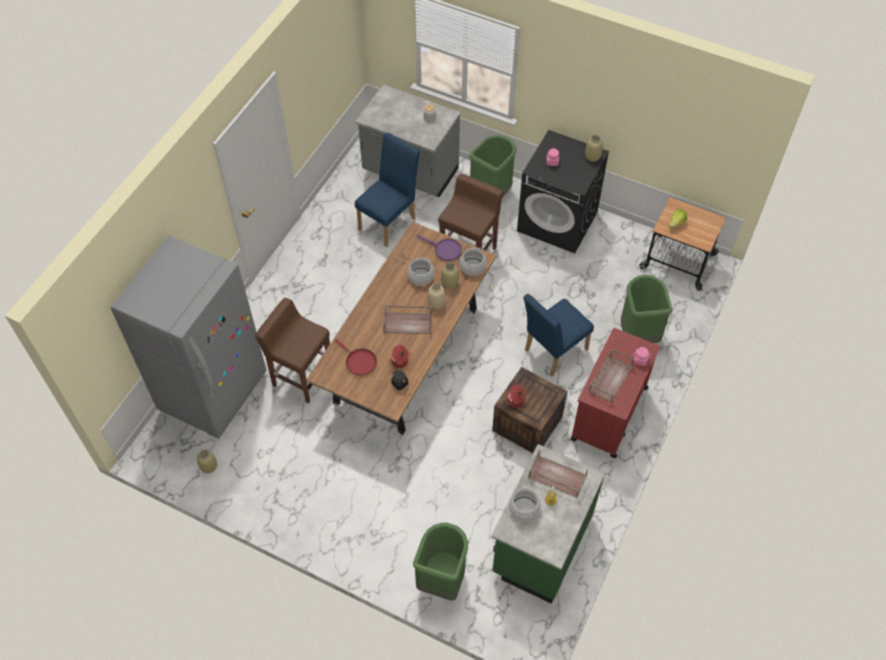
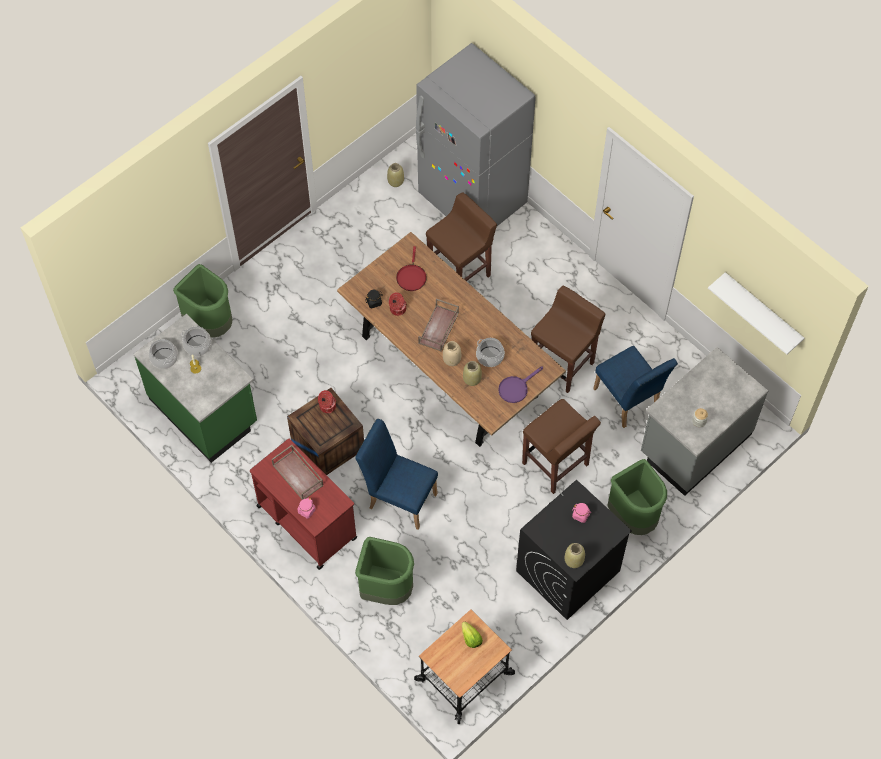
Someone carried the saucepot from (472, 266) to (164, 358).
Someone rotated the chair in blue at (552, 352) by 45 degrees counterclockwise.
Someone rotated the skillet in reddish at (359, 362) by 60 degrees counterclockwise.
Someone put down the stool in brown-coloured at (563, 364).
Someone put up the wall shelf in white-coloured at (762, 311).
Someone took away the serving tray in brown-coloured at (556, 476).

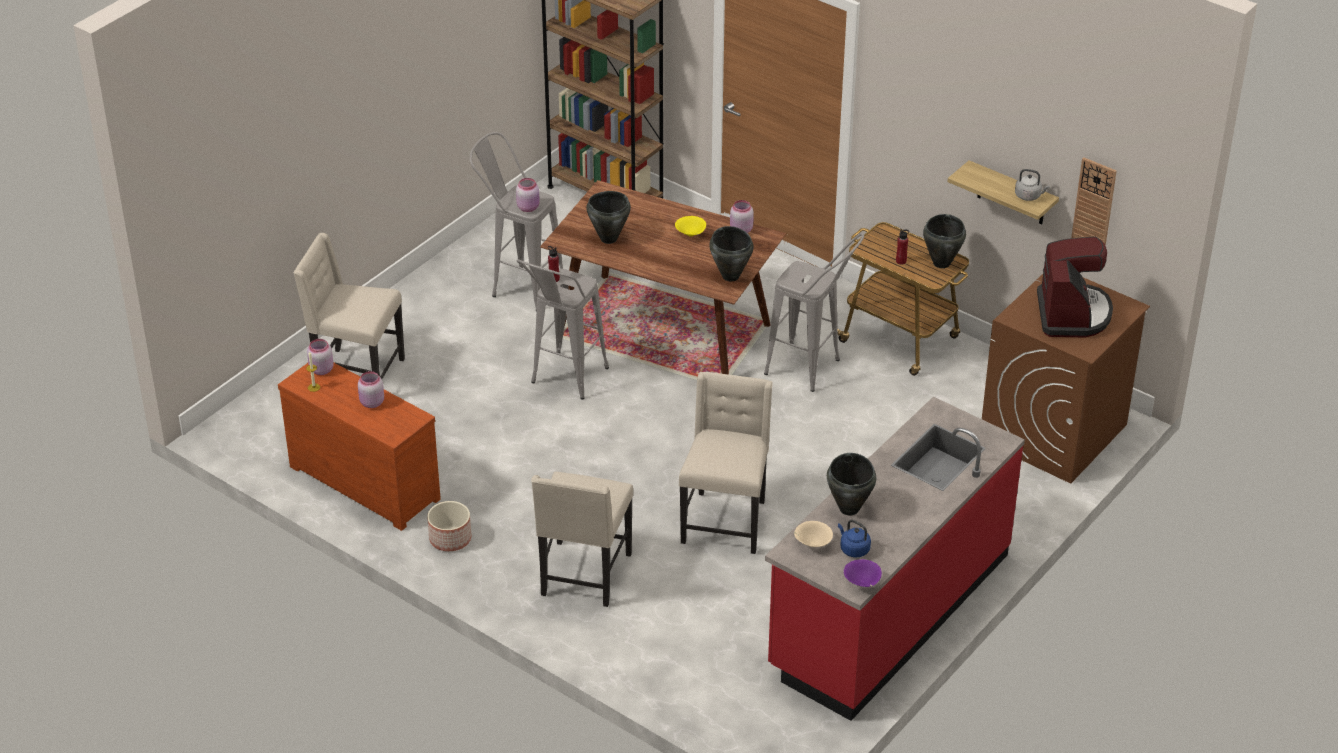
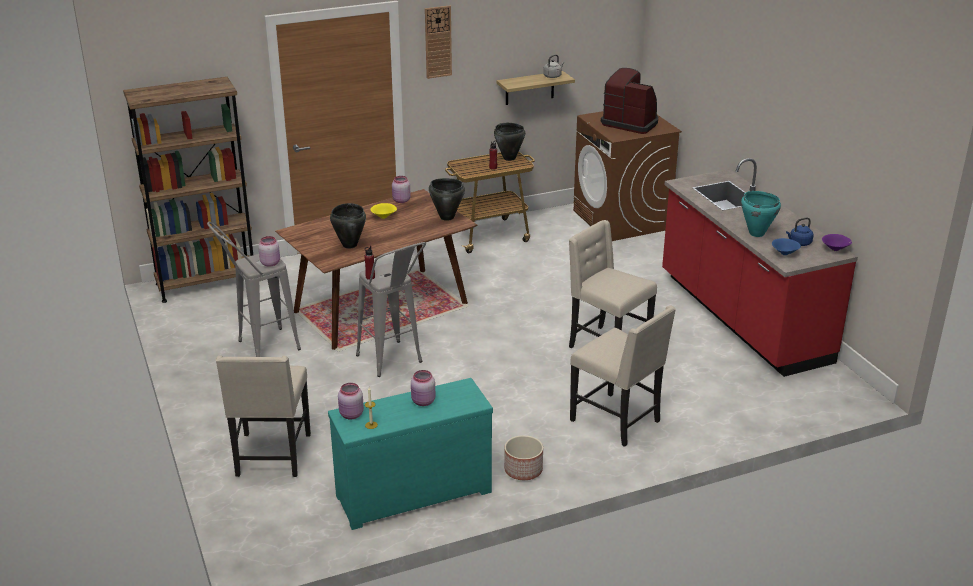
Someone rotated the chair in beige at (356, 374) by 45 degrees counterclockwise.
Someone repainted the drawer chest in brown-coloured at (367, 480), which became the drawer chest in turquoise-coloured at (412, 491).
Someone carried the wall clock from (1094, 204) to (438, 42).
Someone repainted the saucepot in black-coloured at (849, 508), which became the saucepot in turquoise-coloured at (756, 233).
Someone repainted the bowl in beige at (812, 543), which became the bowl in blue at (784, 254).
Someone took away the stool in grey at (812, 371).

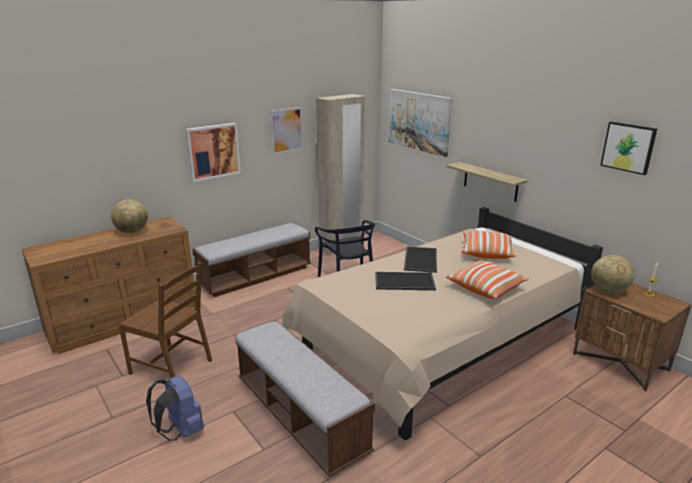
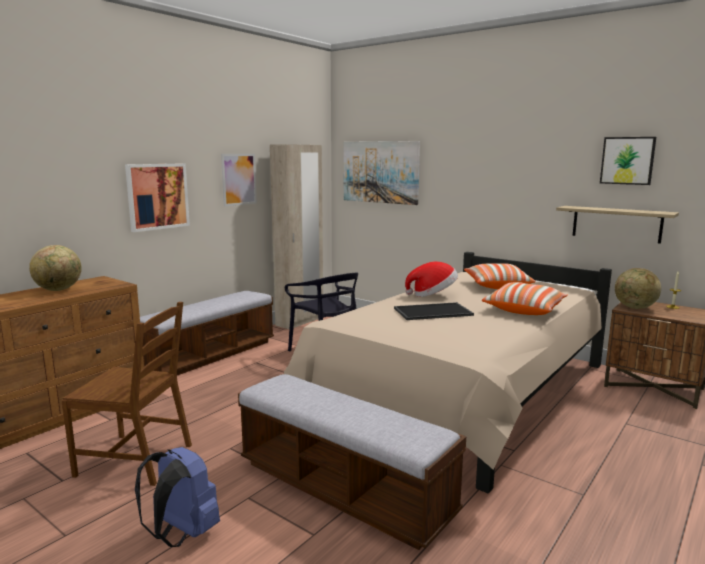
Someone swapped the serving tray at (419, 259) for the wearable hat at (432, 295).
Someone carried the wall shelf from (490, 182) to (616, 224).

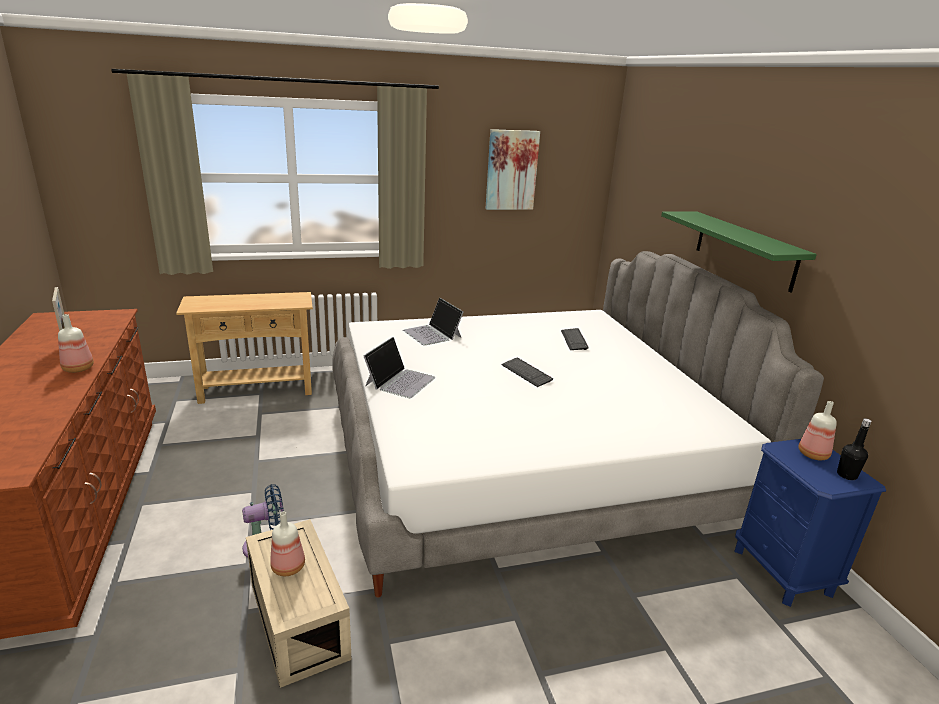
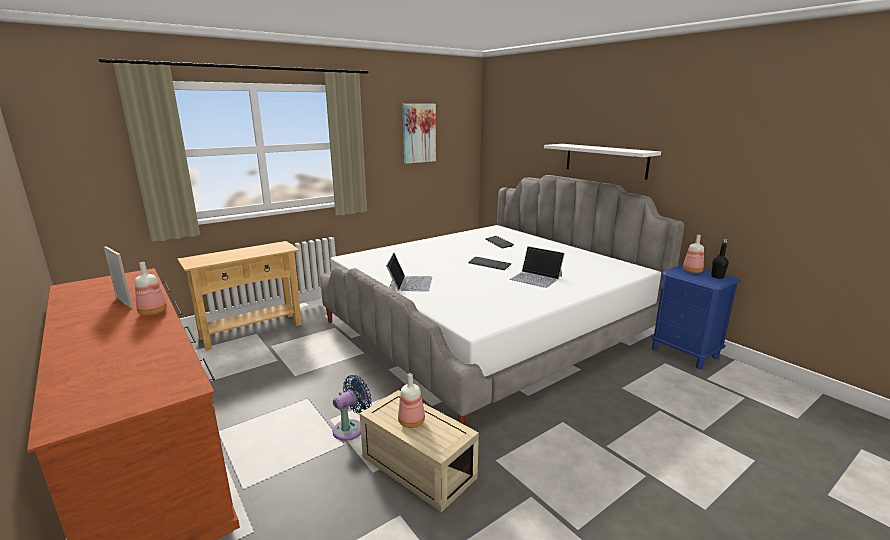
Someone carried the notebook computer from (432, 334) to (536, 278).
Someone repainted the wall shelf in greenish at (744, 249), which became the wall shelf in white-coloured at (605, 160).

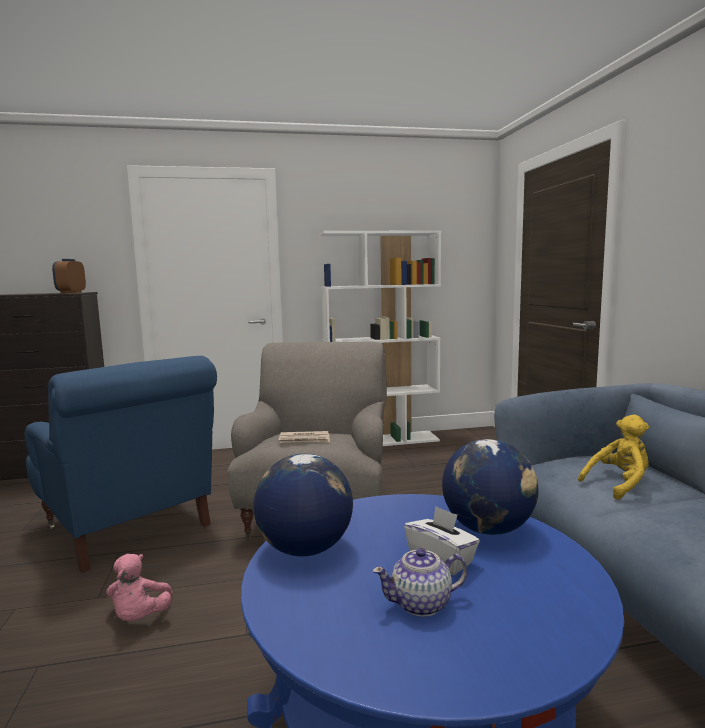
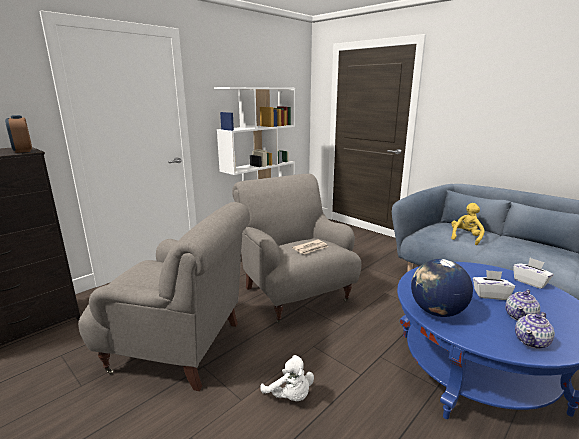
Someone repainted the armchair in blue at (129, 527), which became the armchair in grey at (180, 347).
Someone repainted the soft toy in pink at (140, 617), which became the soft toy in white-coloured at (290, 396).
Someone put down the tissue box in white-coloured at (530, 282).
Someone put down the pot for tea at (532, 341).
Someone took away the globe at (488, 529).

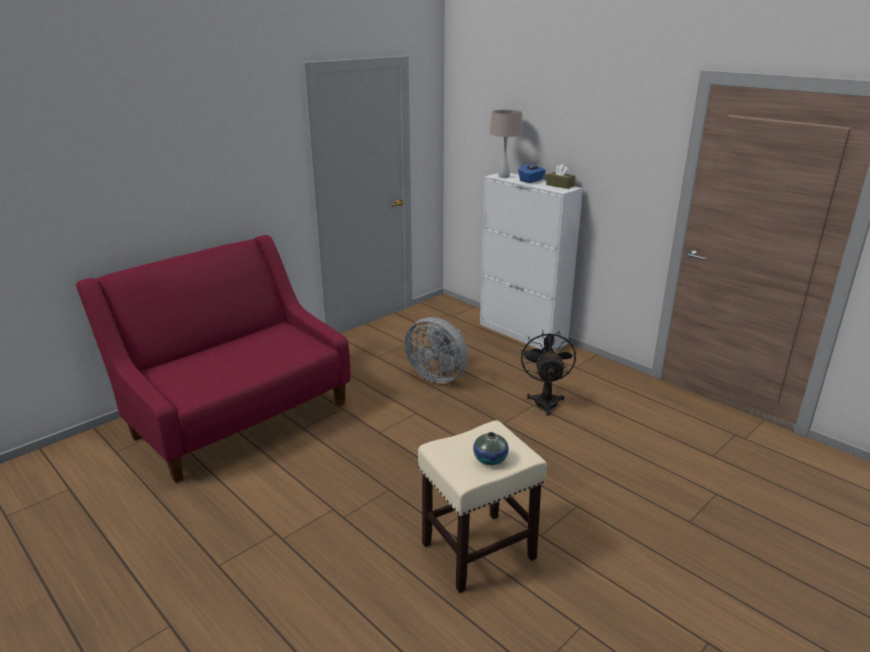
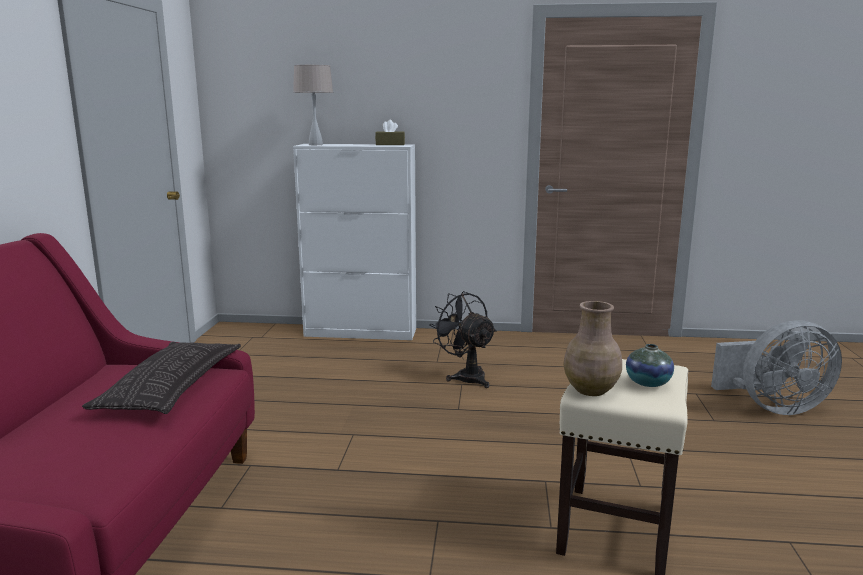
Someone put down the cushion at (171, 387).
Someone put down the decorative vase in brown-coloured at (591, 390).
Someone carried the electric fan in grey from (438, 376) to (773, 407).
Someone took away the tissue box in blue at (531, 180).

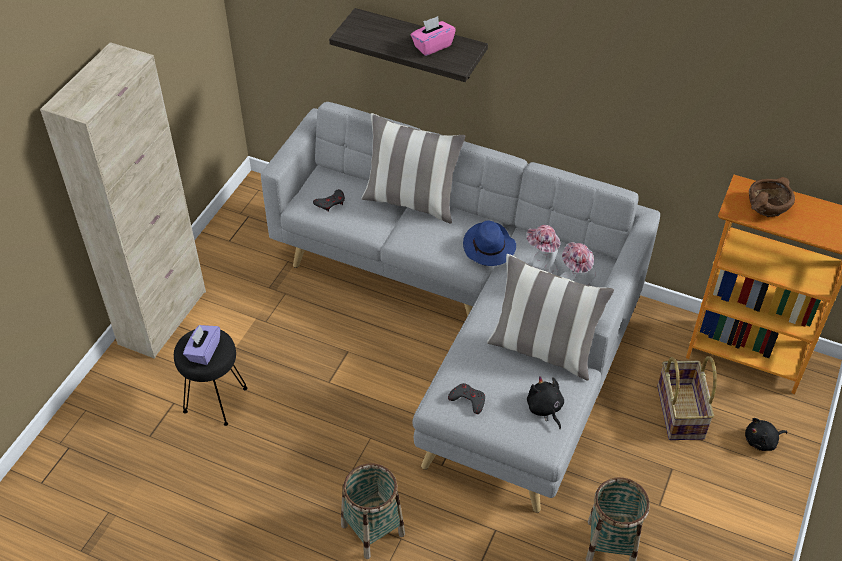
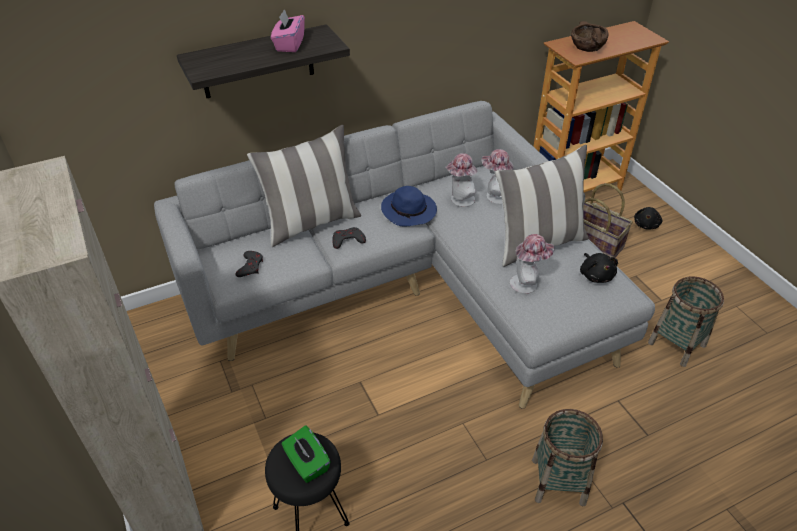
Someone repainted the tissue box in purplish at (204, 351), which became the tissue box in greenish at (307, 463).
Someone carried the gamepad in grey from (468, 400) to (348, 240).
Someone put down the wearable hat at (527, 283).
Someone rotated the soft toy in black-coloured at (545, 409) by 120 degrees counterclockwise.

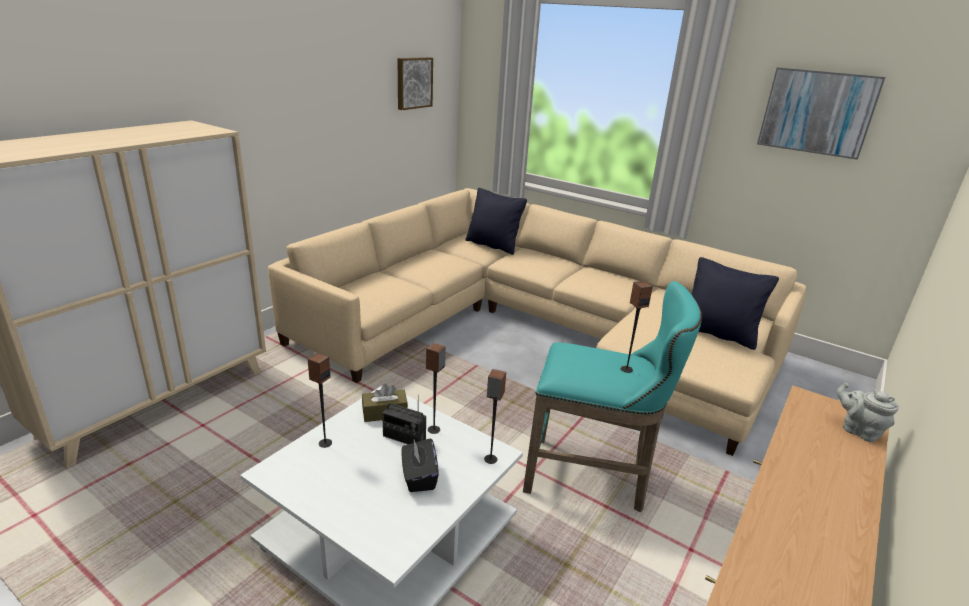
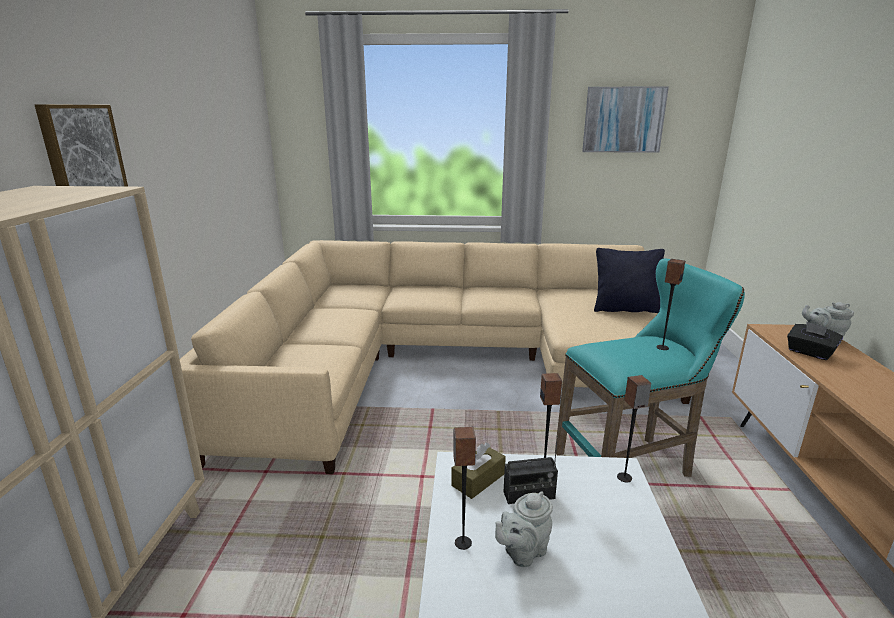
Someone carried the picture from (413, 83) to (81, 151).
Someone put down the pot for tea in grey at (522, 552).
Someone carried the tissue box in black-coloured from (419, 477) to (809, 353).
Someone took away the cushion in black-coloured at (493, 245).

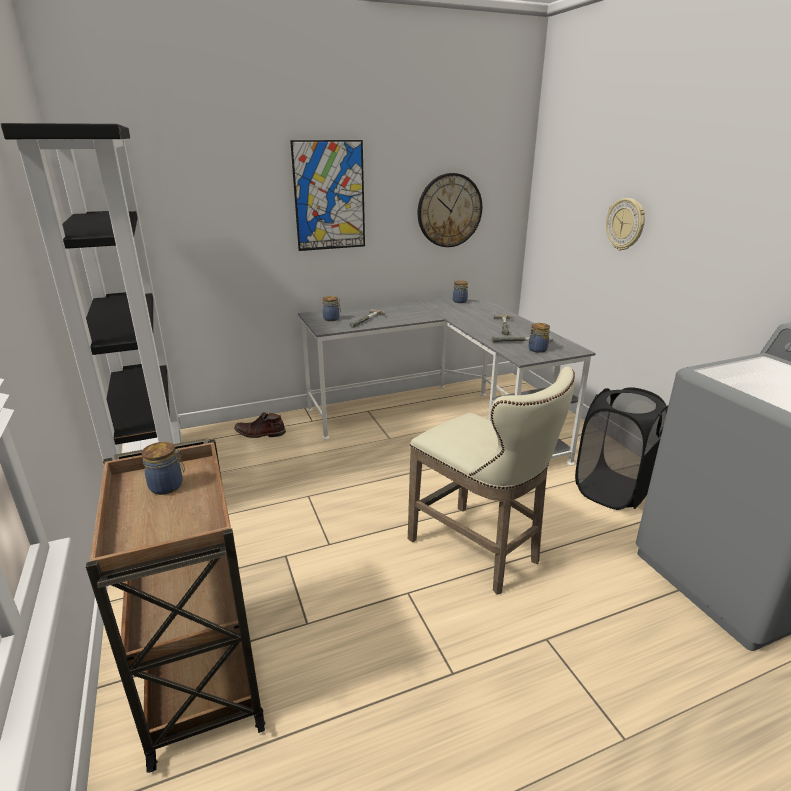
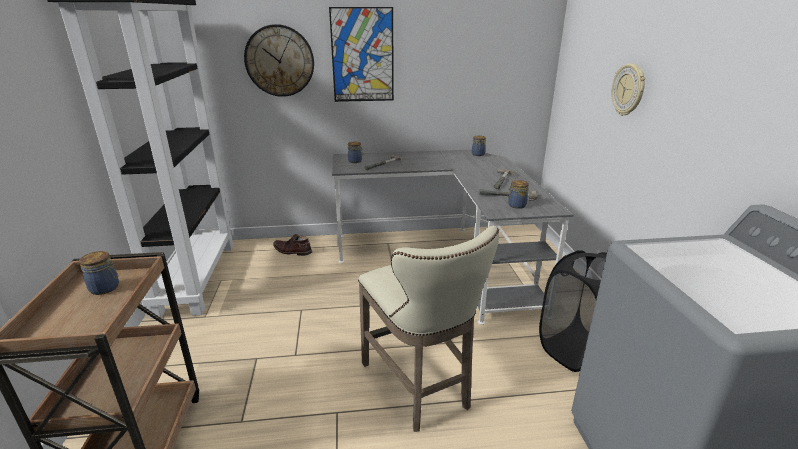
Someone carried the wall clock from (449, 210) to (279, 61).

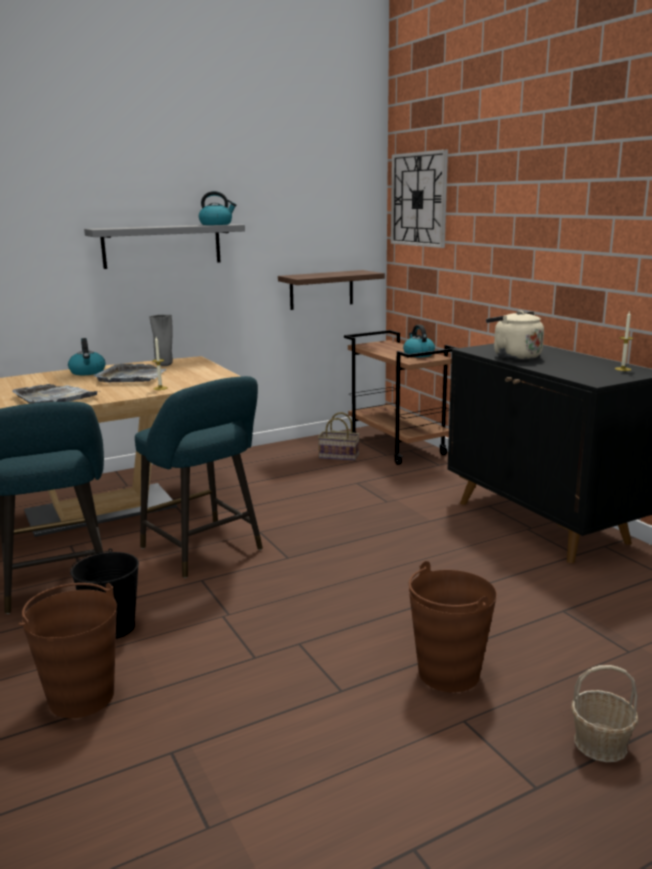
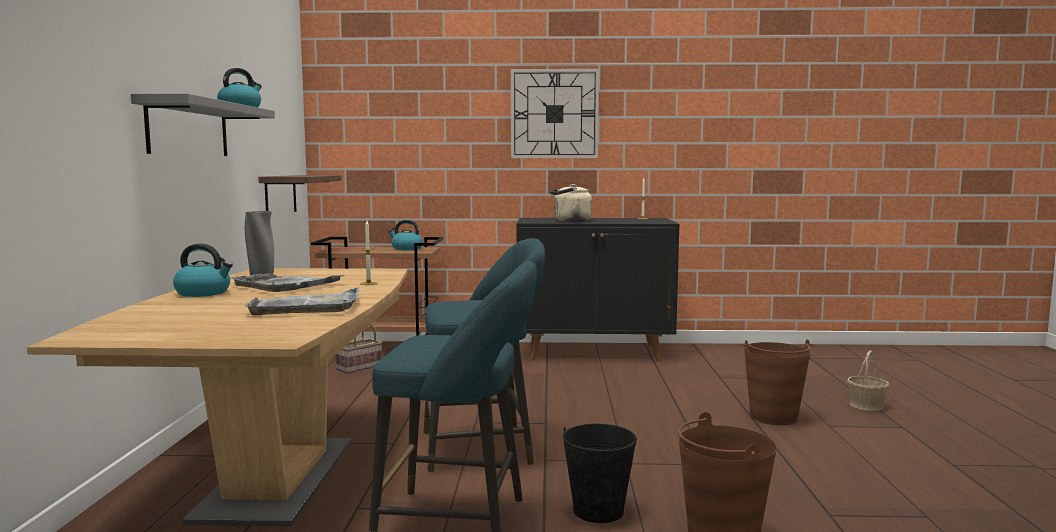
Someone carried the wall clock from (419, 199) to (554, 114).

